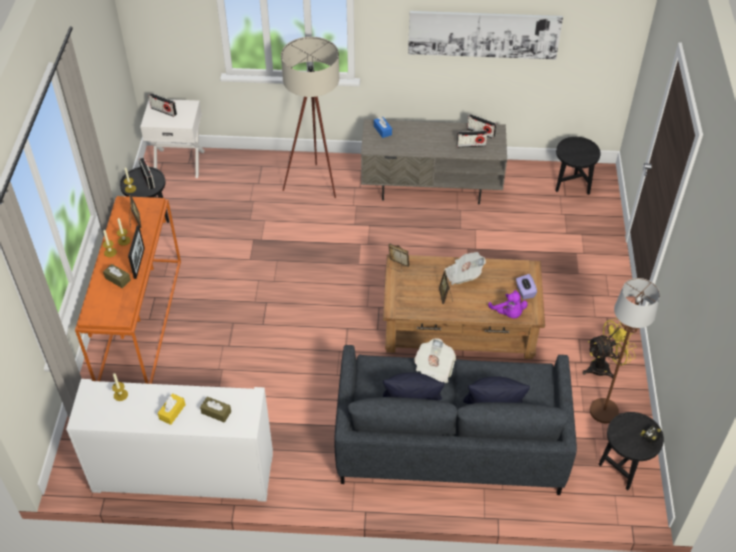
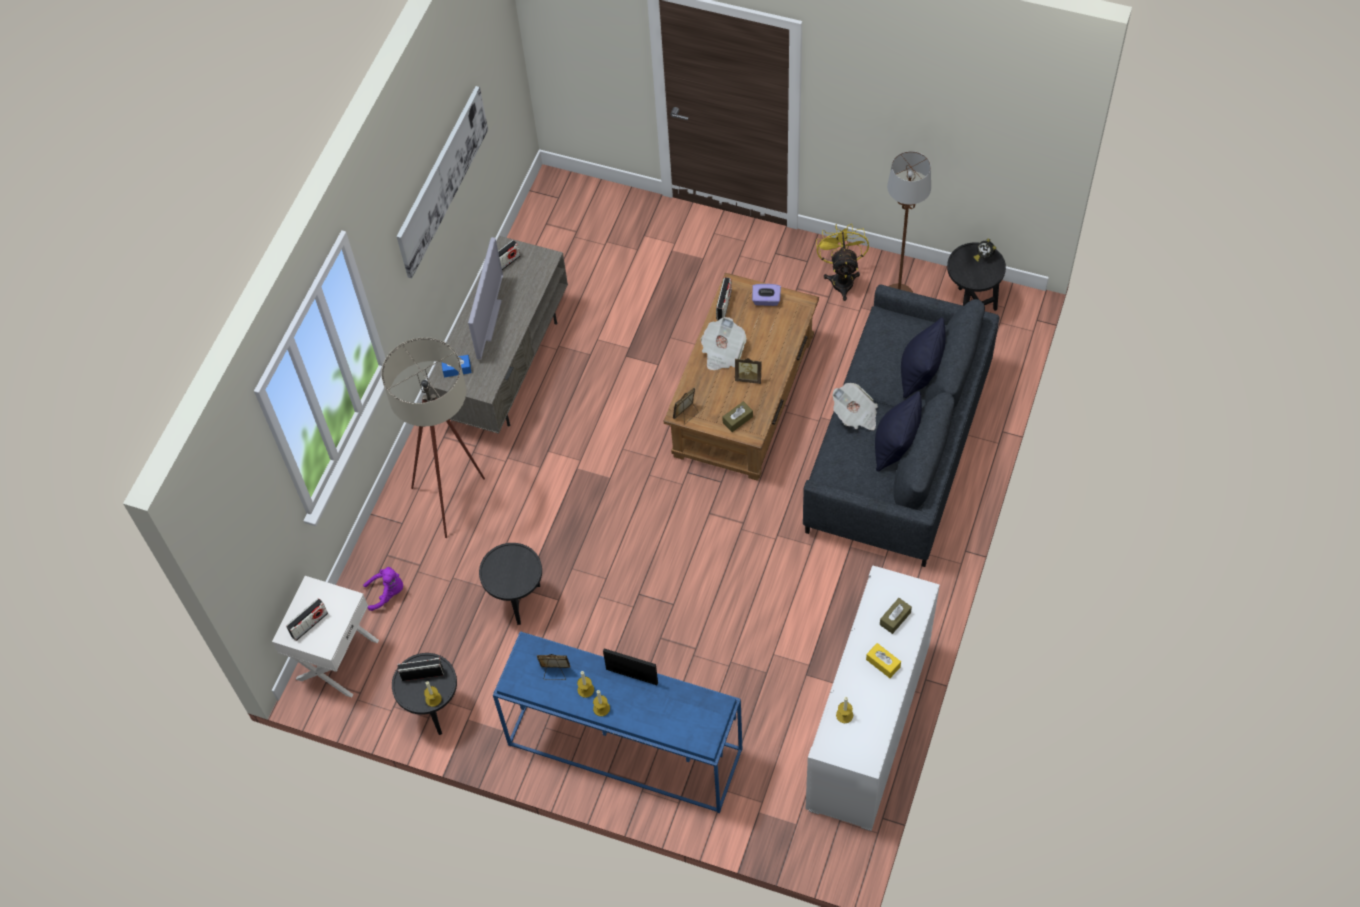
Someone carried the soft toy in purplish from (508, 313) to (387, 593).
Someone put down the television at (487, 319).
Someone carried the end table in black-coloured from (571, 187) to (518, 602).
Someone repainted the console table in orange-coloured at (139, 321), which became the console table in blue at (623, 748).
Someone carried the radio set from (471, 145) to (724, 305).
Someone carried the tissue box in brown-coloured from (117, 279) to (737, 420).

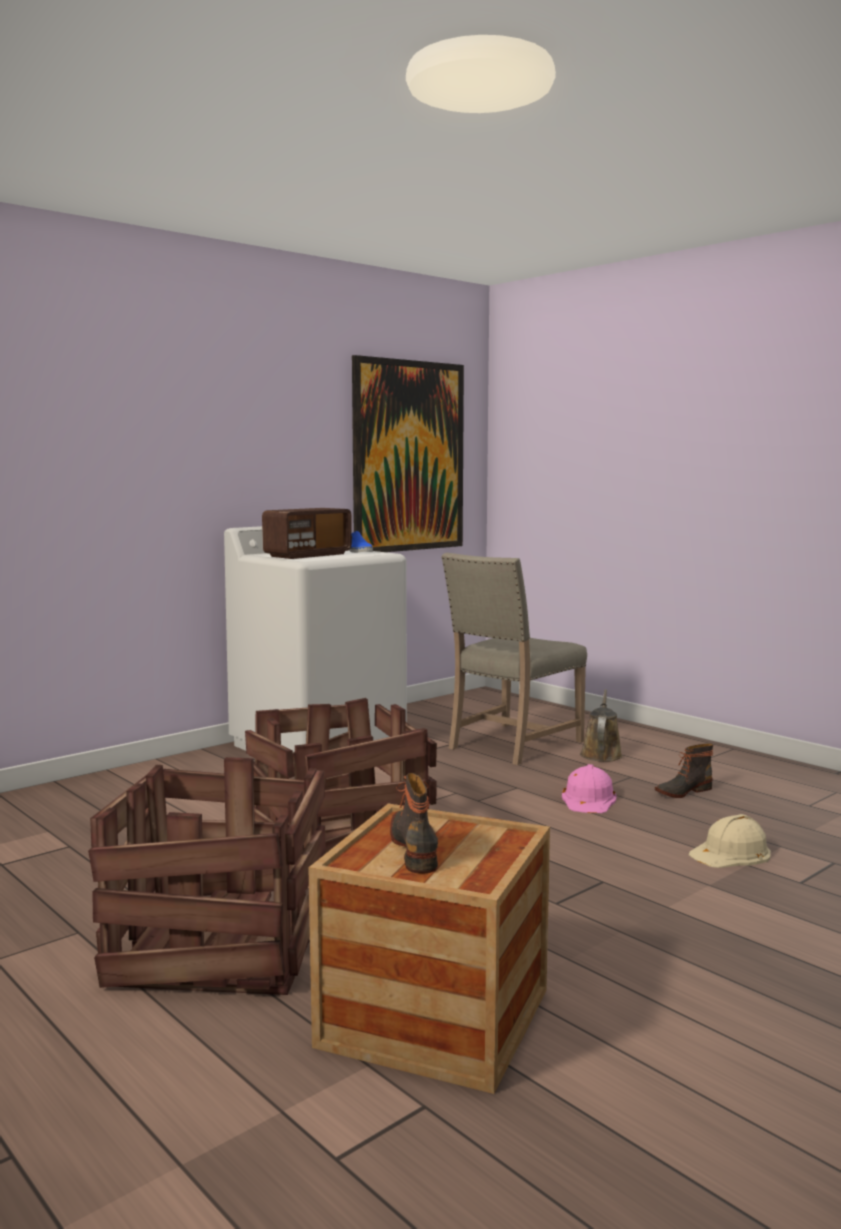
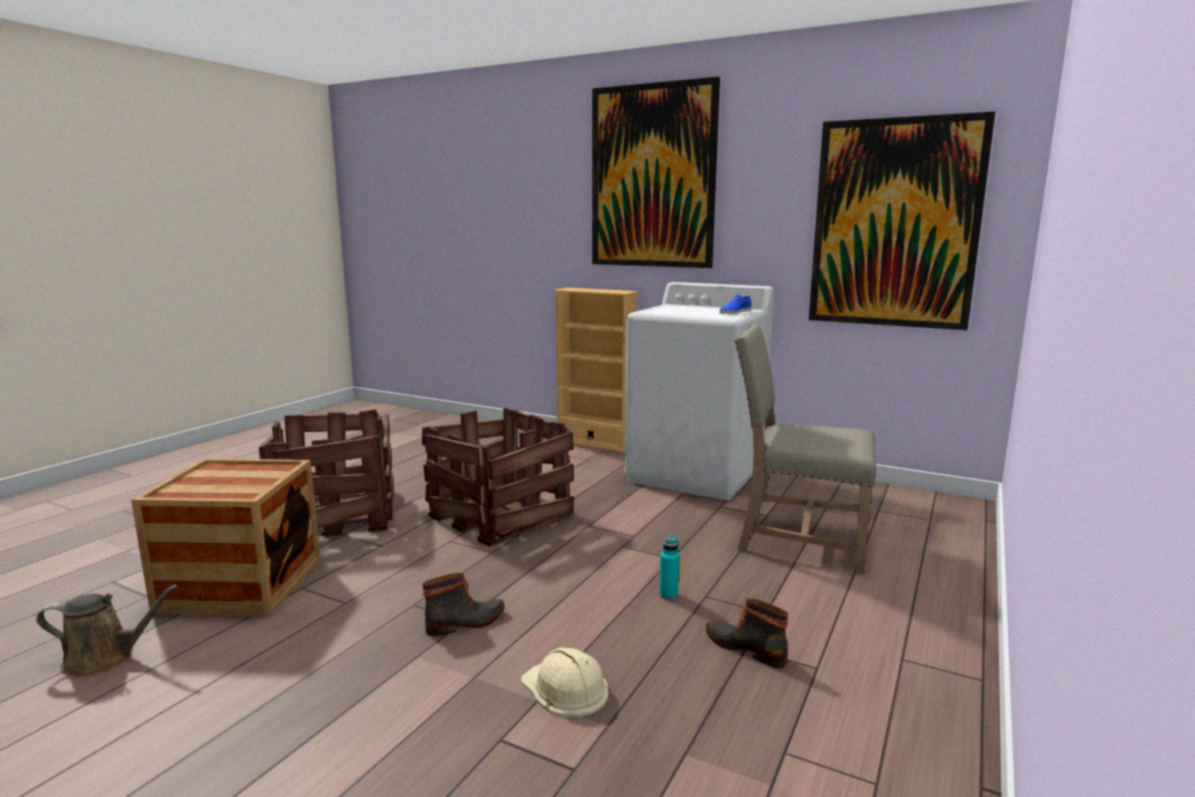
Someone carried the sprinkling can in brown-coloured from (601, 754) to (105, 658).
Someone carried the boot from (416, 848) to (466, 623).
Someone put down the shelving unit in beige at (595, 443).
Someone put up the picture at (652, 177).
Someone swapped the safety helmet in pink at (589, 799) for the drink bottle in turquoise-coloured at (668, 595).
Someone took away the radio set at (308, 555).

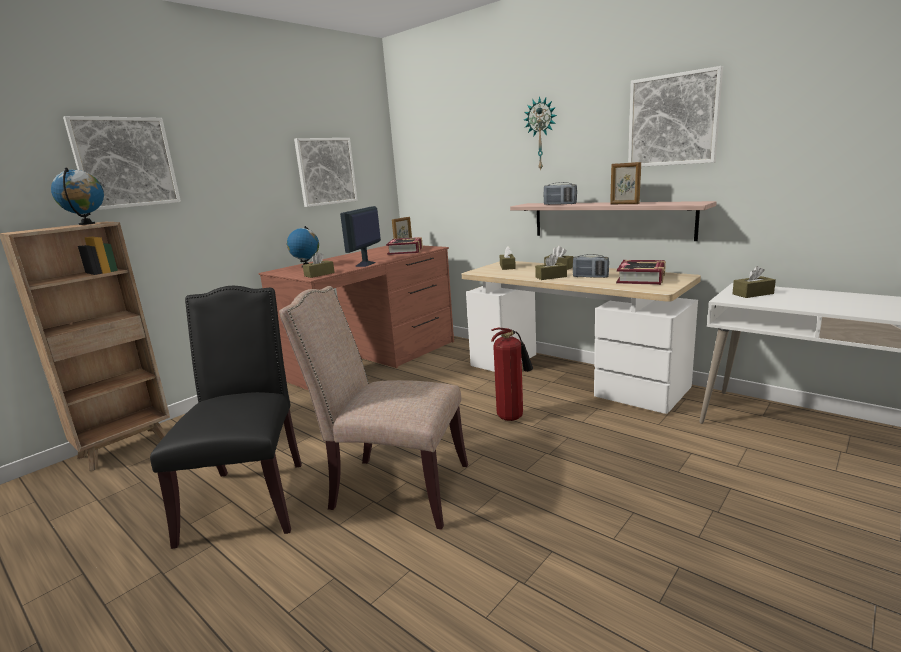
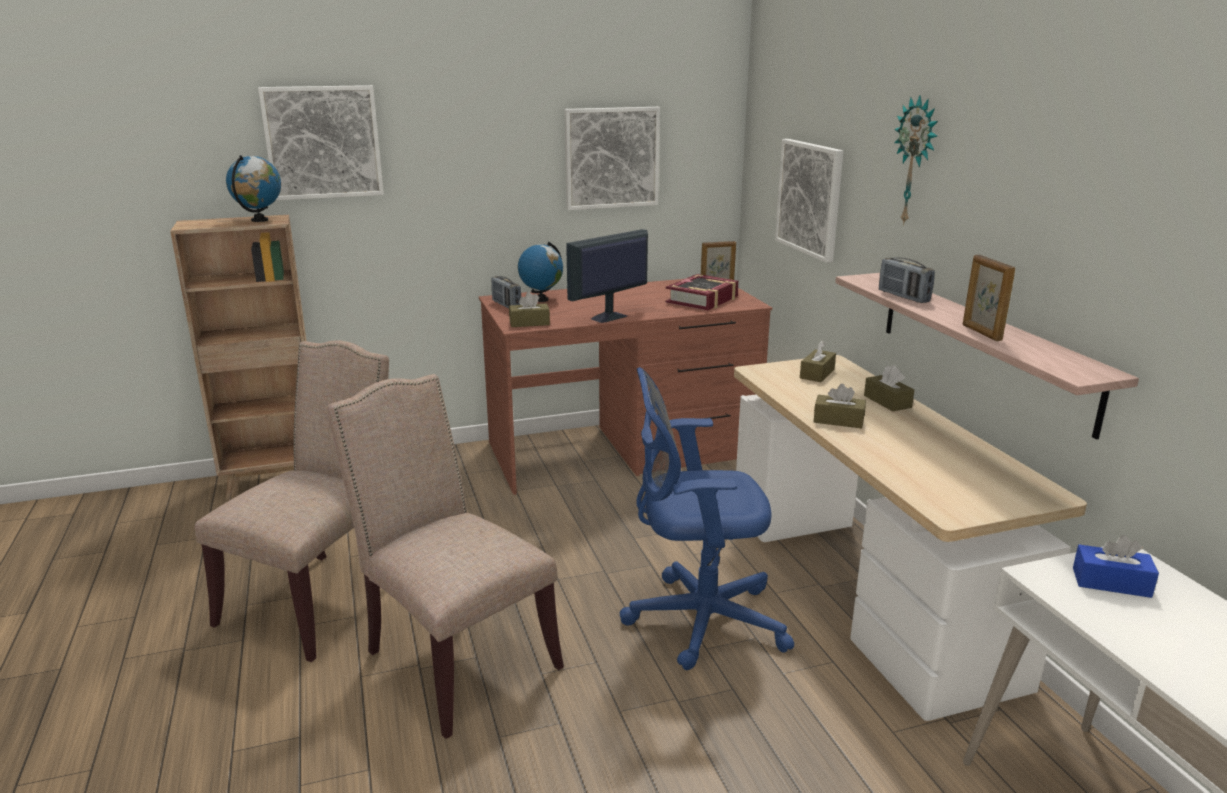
Someone repainted the chair in black-coloured at (250, 497), which became the chair in beige at (318, 598).
Someone carried the radio set from (590, 277) to (506, 305).
Someone swapped the fire-fighting cylinder at (512, 416) for the desk chair in blue at (697, 620).
Someone carried the picture from (673, 120) to (810, 198).
Someone repainted the tissue box in brown-coloured at (753, 294), which became the tissue box in blue at (1111, 582).
Someone took away the bound book at (641, 278).

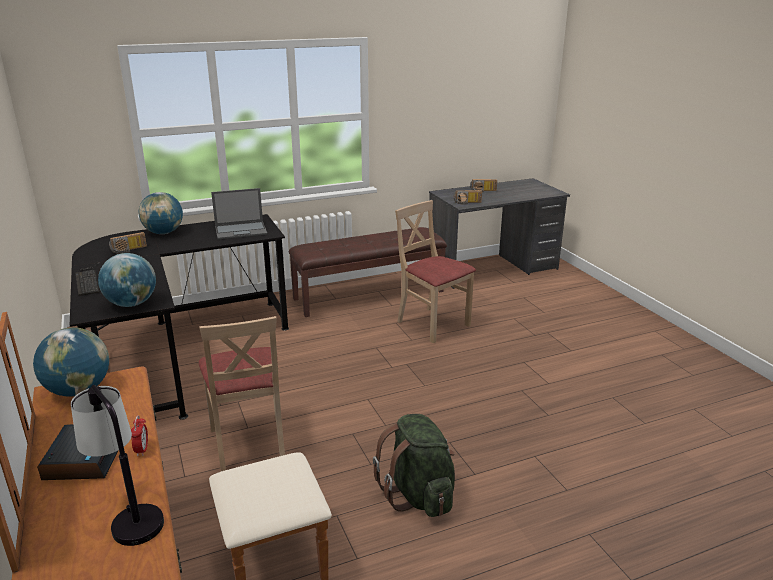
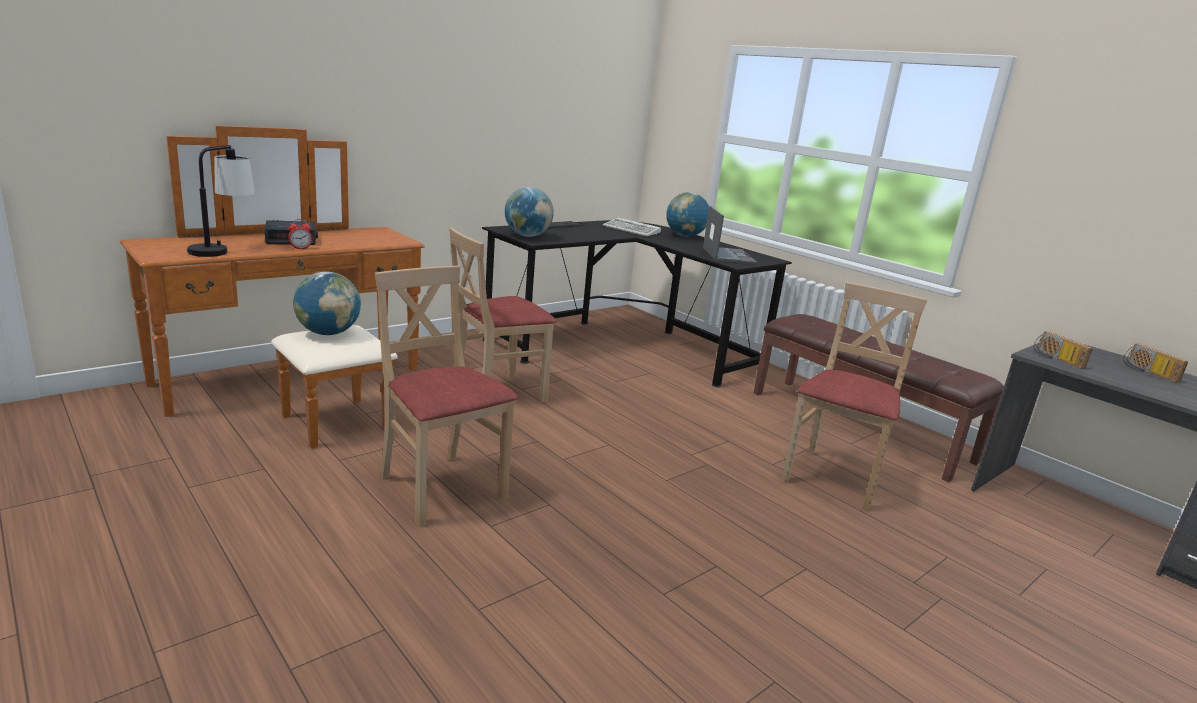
Someone carried the globe from (78, 390) to (328, 333).
Someone swapped the backpack in greenish at (418, 494) for the chair in beige at (441, 488).
Someone swapped the radio set at (129, 250) for the computer keyboard at (632, 230).
Someone rotated the notebook computer at (241, 230) by 150 degrees counterclockwise.

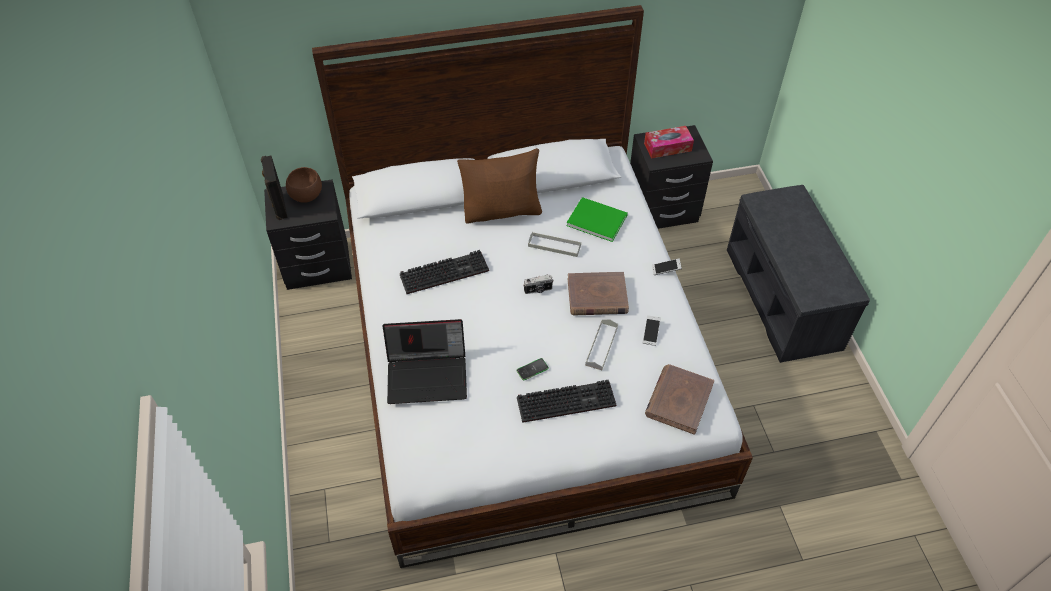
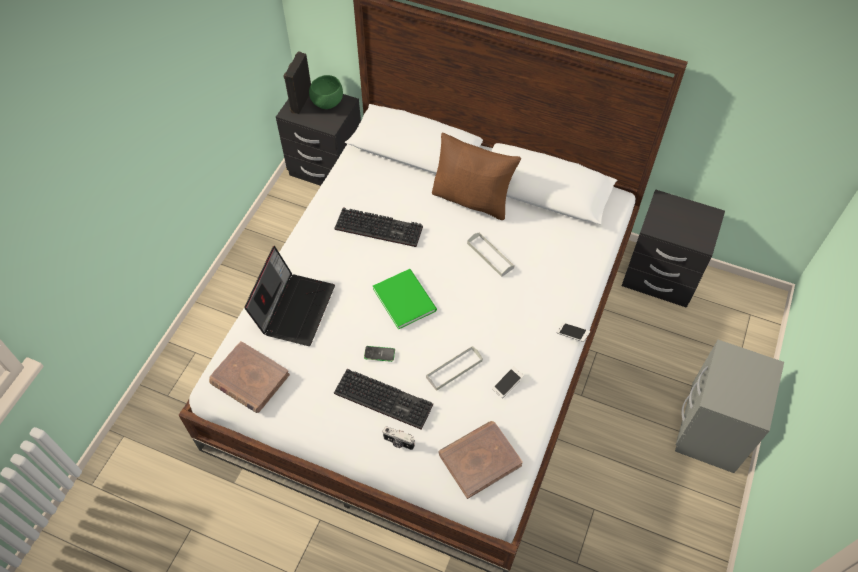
Someone carried the bound book in brown-coloured from (597, 296) to (249, 379).
Someone rotated the notebook computer at (428, 375) by 105 degrees counterclockwise.
Someone repainted the bowl in brown-coloured at (305, 196), which became the bowl in greenish at (326, 103).
Someone carried the bound book in greenish from (596, 219) to (405, 297).
Someone carried the still camera from (538, 290) to (398, 442).
Someone swapped the bench in grey at (784, 298) for the nightstand in grey at (711, 429).
Someone took away the tissue box at (667, 147).

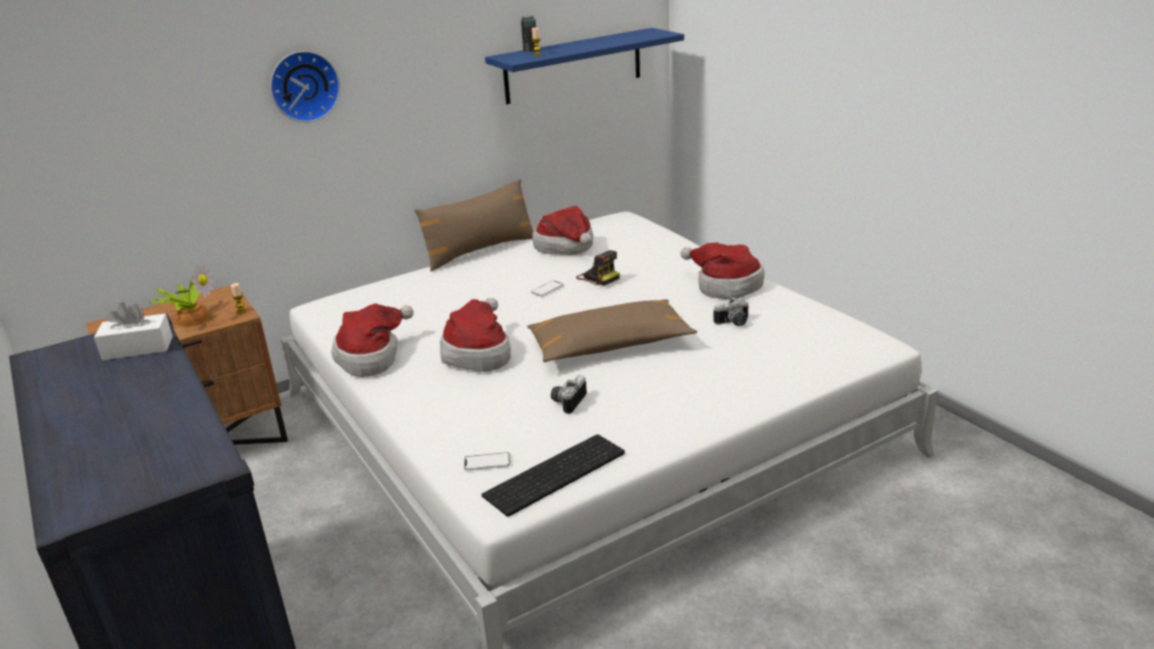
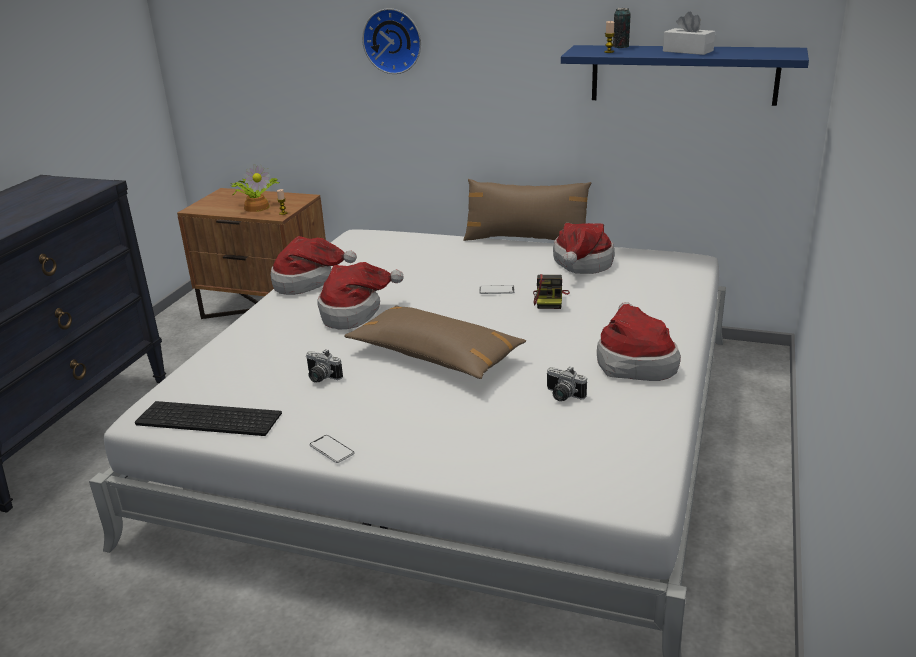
Someone rotated the still camera at (567, 402) by 135 degrees counterclockwise.
Someone carried the handset from (487, 462) to (332, 450).
Someone carried the tissue box in white-coloured from (138, 348) to (687, 51).

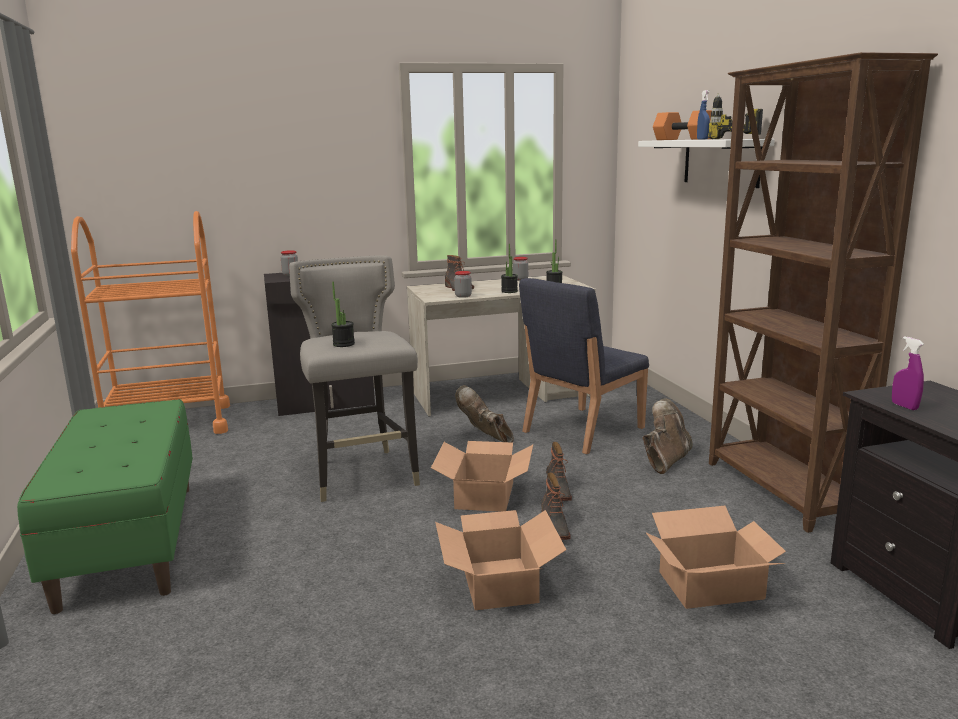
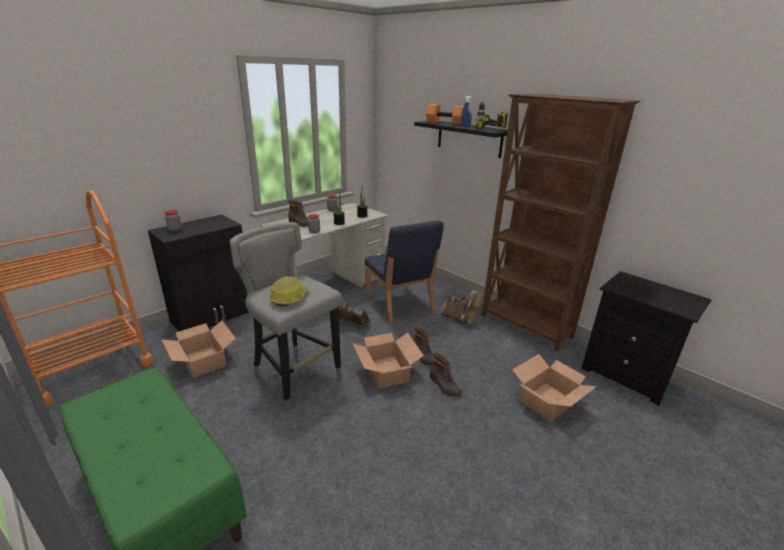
Someone carried the packing box from (500, 582) to (204, 360).
Someone swapped the plant in a pot at (344, 344) for the safety helmet at (289, 298).
Someone rotated the chair in blue at (581, 430) by 45 degrees counterclockwise.
Someone repainted the wall shelf in white-coloured at (721, 162), which became the wall shelf in black-coloured at (469, 138).
Someone rotated the boot in brown-coloured at (665, 461) by 120 degrees clockwise.
Someone took away the hand sprayer in purplish at (904, 406).

